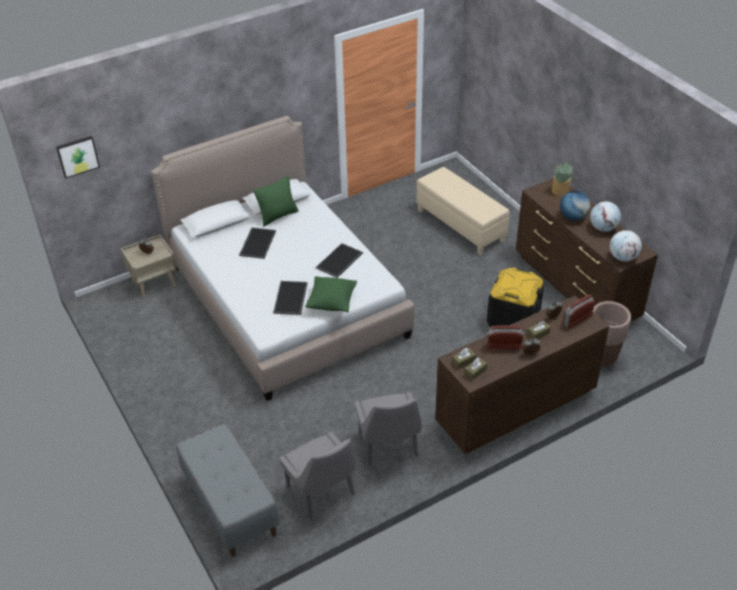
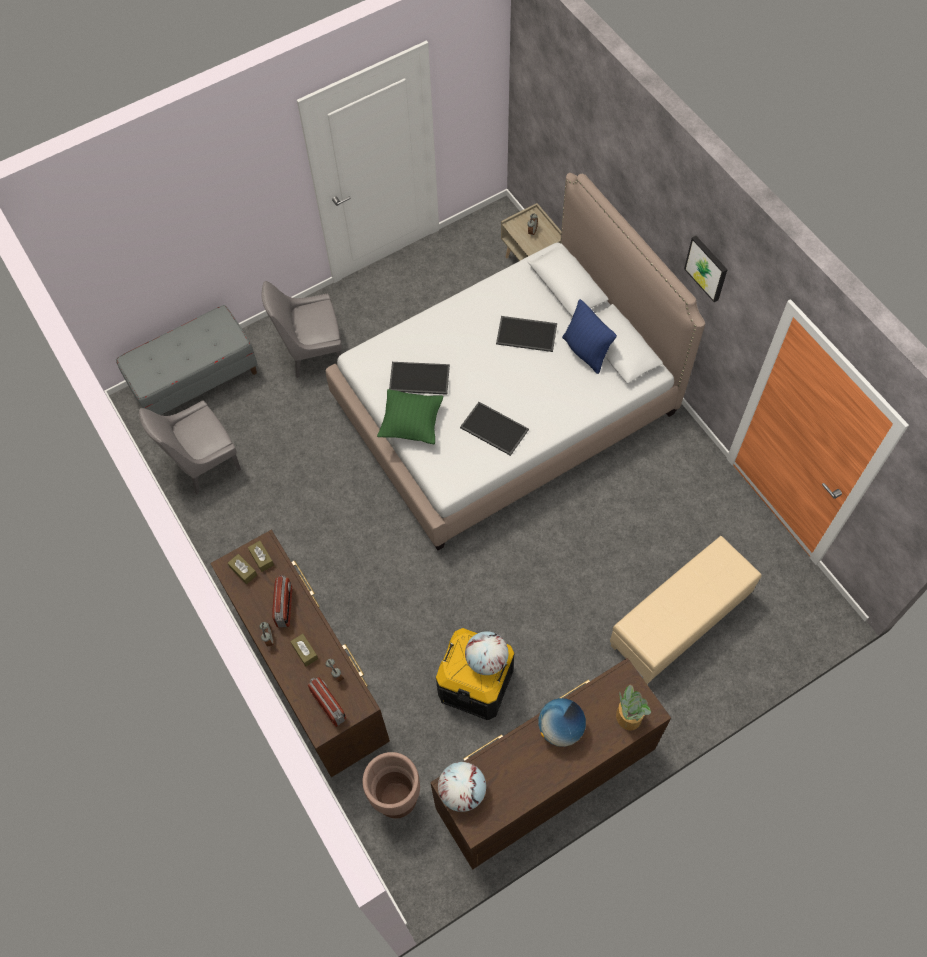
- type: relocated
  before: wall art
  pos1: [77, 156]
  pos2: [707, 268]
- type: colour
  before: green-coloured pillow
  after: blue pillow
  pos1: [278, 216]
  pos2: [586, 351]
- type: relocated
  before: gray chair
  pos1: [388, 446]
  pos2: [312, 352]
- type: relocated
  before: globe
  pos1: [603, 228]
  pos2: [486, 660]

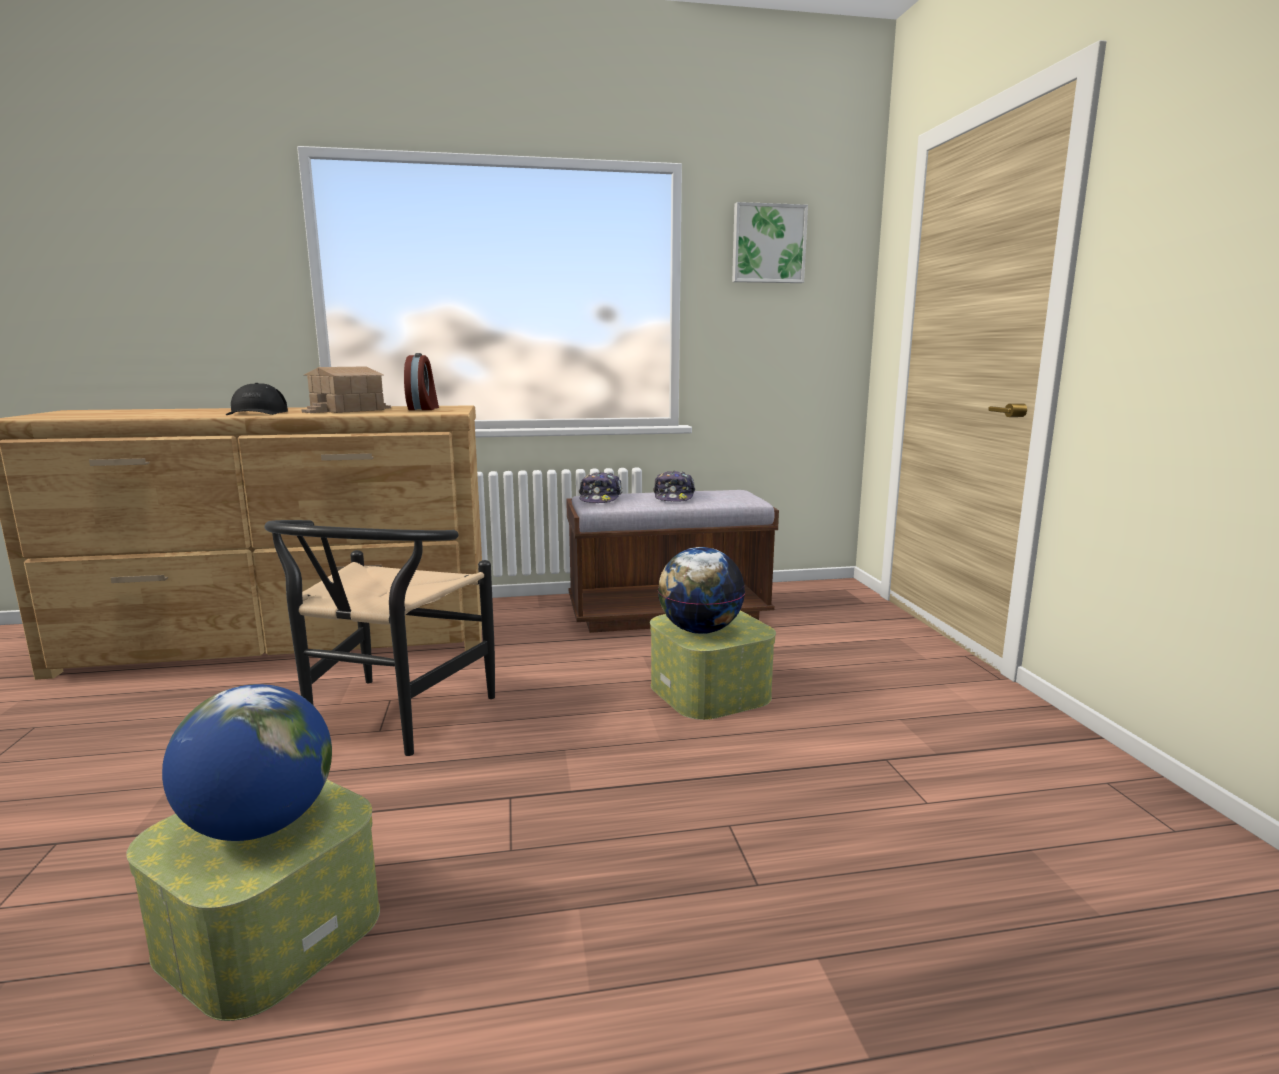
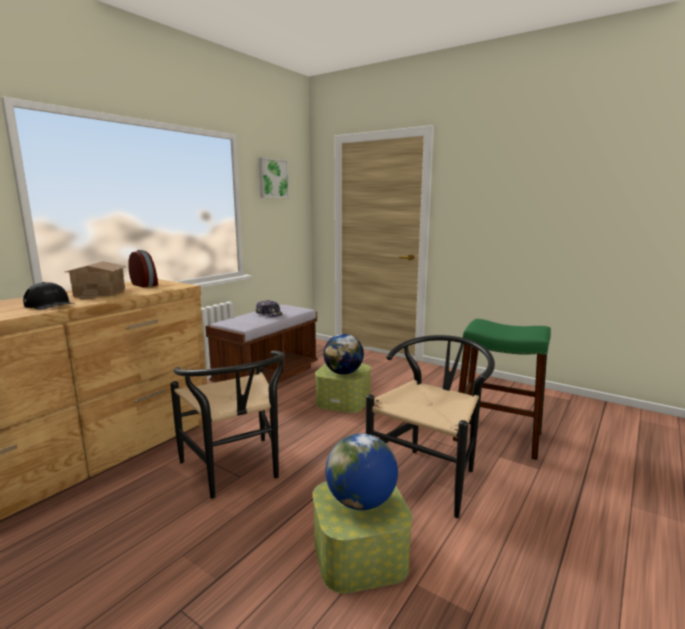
- type: missing
  before: baseball cap
  pos1: [600, 499]
- type: appeared
  after: blackish chair
  pos2: [430, 474]
- type: appeared
  after: green-coloured stool seat
  pos2: [497, 436]

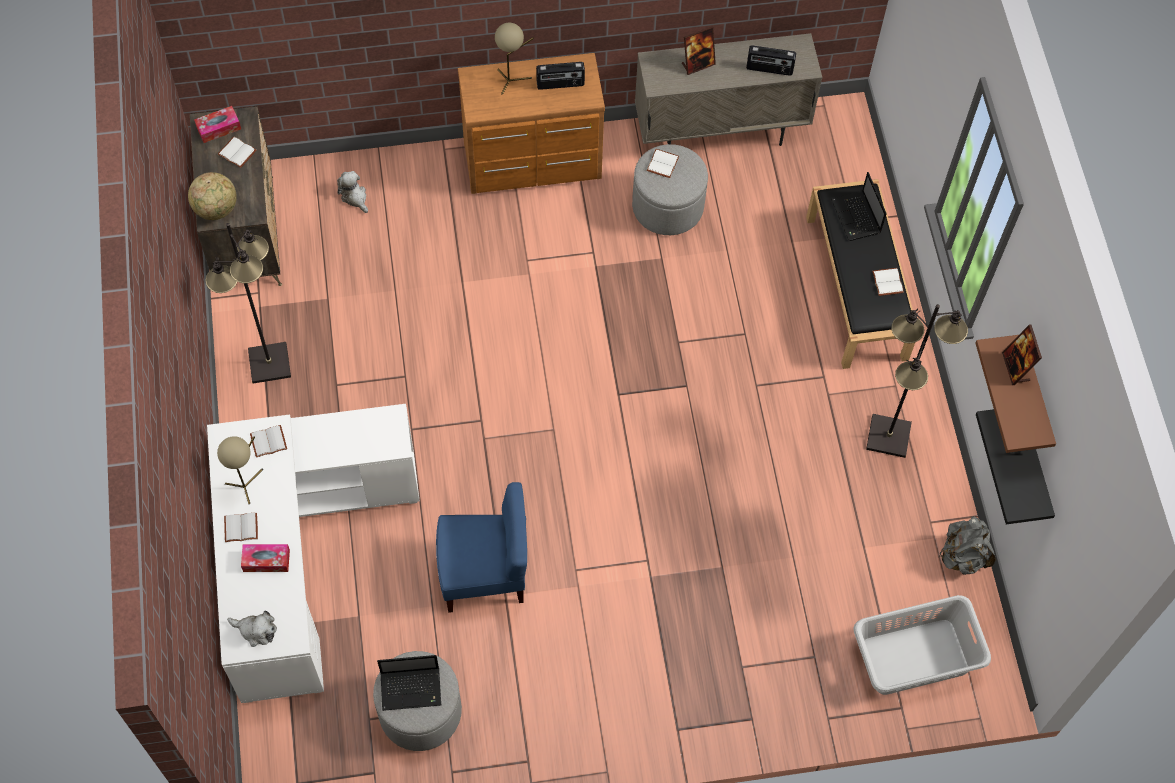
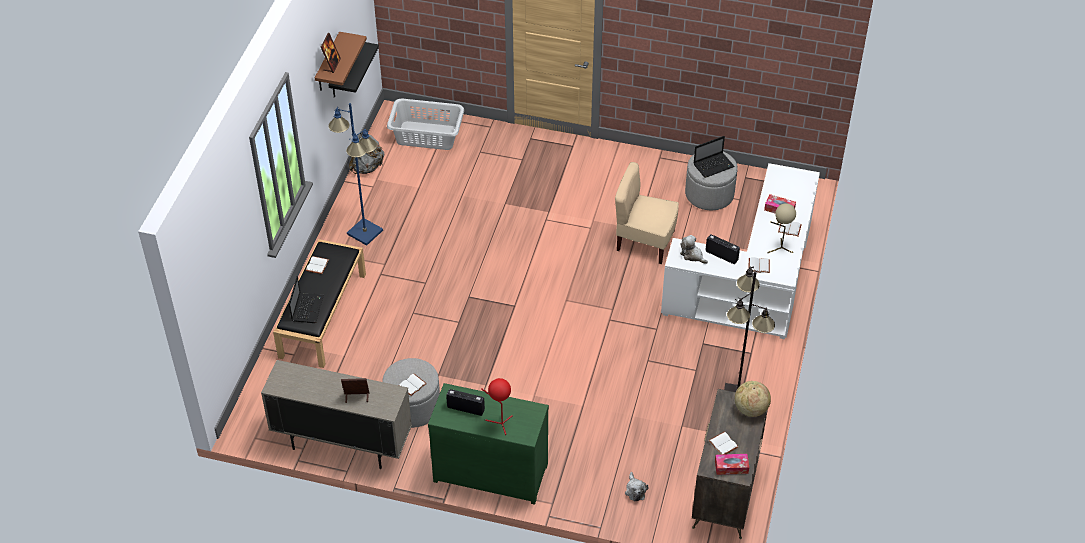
- type: relocated
  before: cuddly toy
  pos1: [256, 630]
  pos2: [692, 255]
- type: spun
  before: laptop
  pos1: [412, 688]
  pos2: [714, 165]
  turn: 135
- type: colour
  before: blue chair
  after: beige chair
  pos1: [484, 574]
  pos2: [644, 242]
- type: colour
  before: brownish dresser
  after: green-coloured dresser
  pos1: [534, 163]
  pos2: [490, 470]
- type: colour
  before: beige table lamp
  after: red table lamp
  pos1: [511, 80]
  pos2: [499, 423]
- type: relocated
  before: radio receiver
  pos1: [769, 69]
  pos2: [721, 255]
- type: colour
  before: blackish floor lamp
  after: blue floor lamp
  pos1: [889, 437]
  pos2: [365, 232]

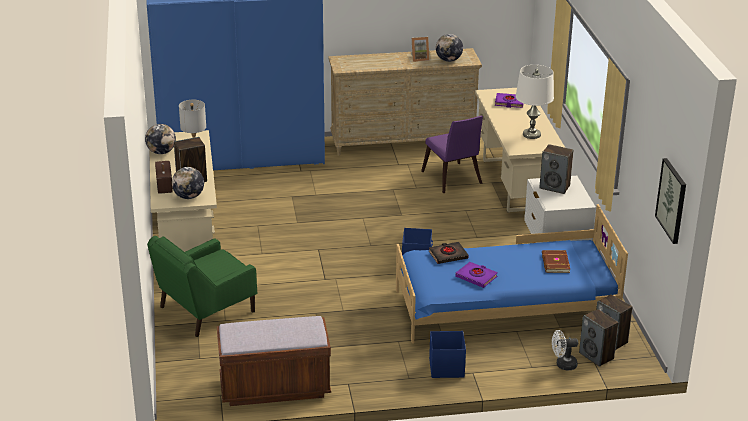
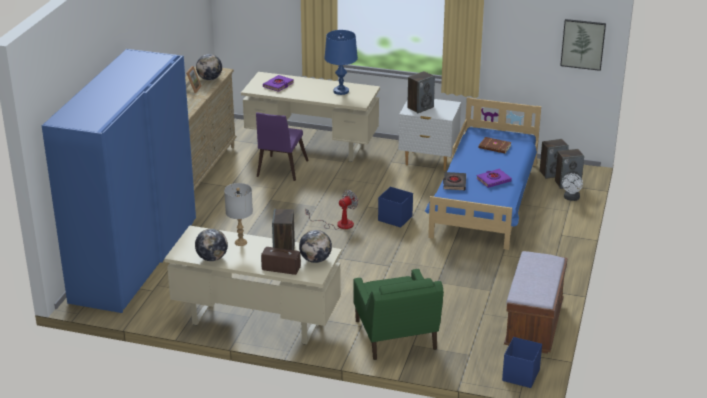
- type: spun
  before: purplish chair
  pos1: [452, 180]
  pos2: [280, 170]
  turn: 105
- type: relocated
  before: blue storage box
  pos1: [446, 368]
  pos2: [520, 375]
- type: colour
  before: whitish table lamp
  after: blue table lamp
  pos1: [531, 134]
  pos2: [341, 91]
- type: appeared
  after: electric fan
  pos2: [339, 224]

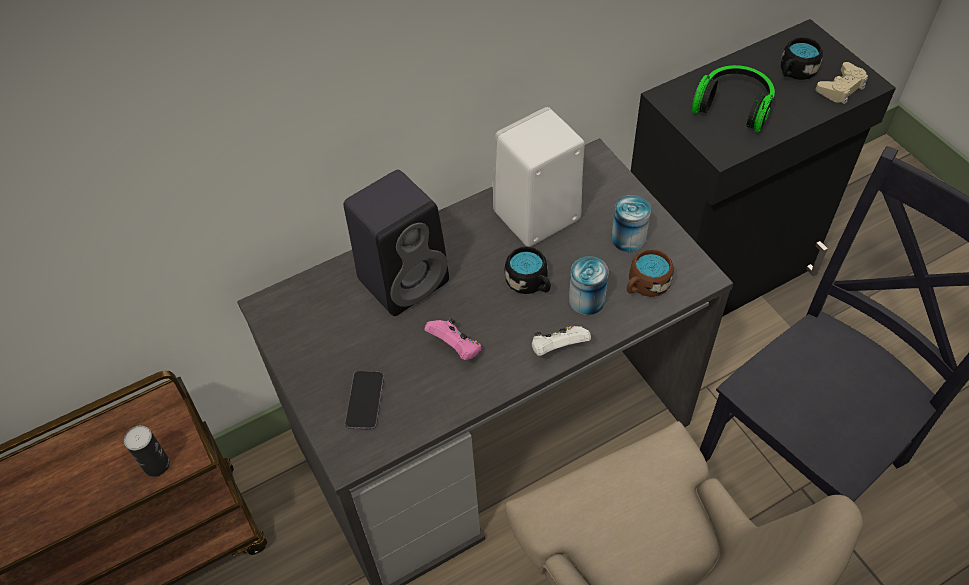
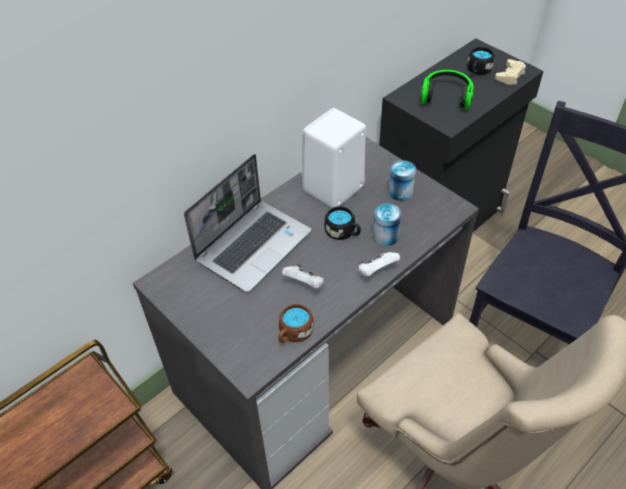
- type: missing
  before: sealed can
  pos1: [156, 465]
- type: exchanged
  before: blackish audio speaker
  after: laptop
  pos1: [405, 278]
  pos2: [253, 245]
- type: missing
  before: handset
  pos1: [365, 401]
- type: colour
  before: pinkish game controller
  after: whitish game controller
  pos1: [456, 348]
  pos2: [305, 284]
- type: relocated
  before: brownish coffee mug
  pos1: [645, 286]
  pos2: [293, 333]

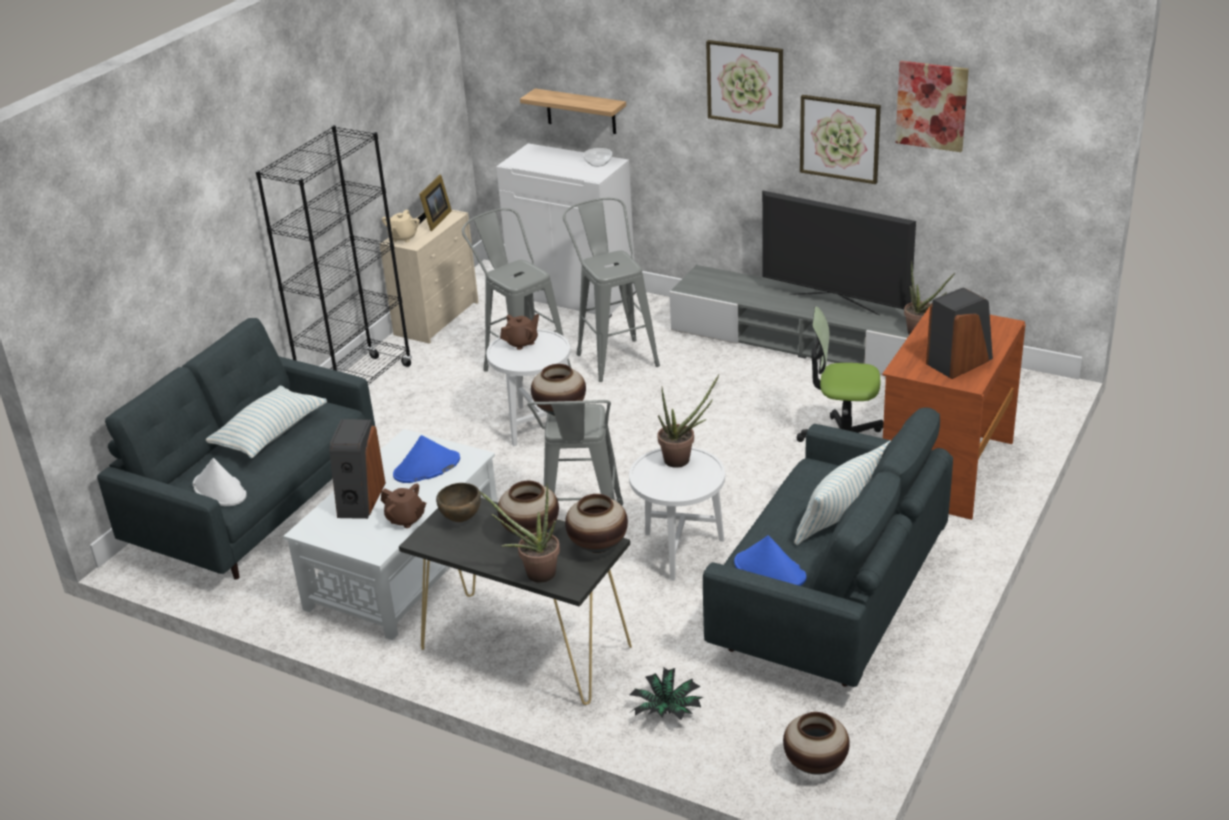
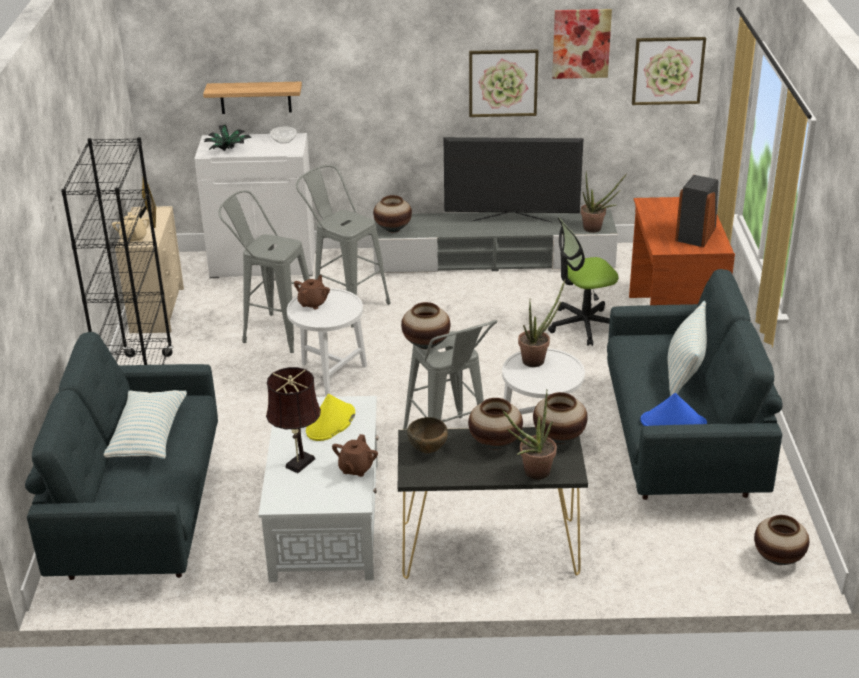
- type: missing
  before: whitish hat
  pos1: [220, 490]
- type: exchanged
  before: audio speaker
  after: brownish table lamp
  pos1: [360, 499]
  pos2: [298, 464]
- type: spun
  before: brownish pot for tea
  pos1: [406, 519]
  pos2: [355, 468]
  turn: 105
- type: colour
  before: blue hat
  after: yellow-coloured hat
  pos1: [426, 468]
  pos2: [330, 423]
- type: relocated
  before: potted plant
  pos1: [667, 711]
  pos2: [228, 150]
- type: relocated
  before: wall art
  pos1: [745, 83]
  pos2: [668, 70]
- type: appeared
  after: vase
  pos2: [393, 229]

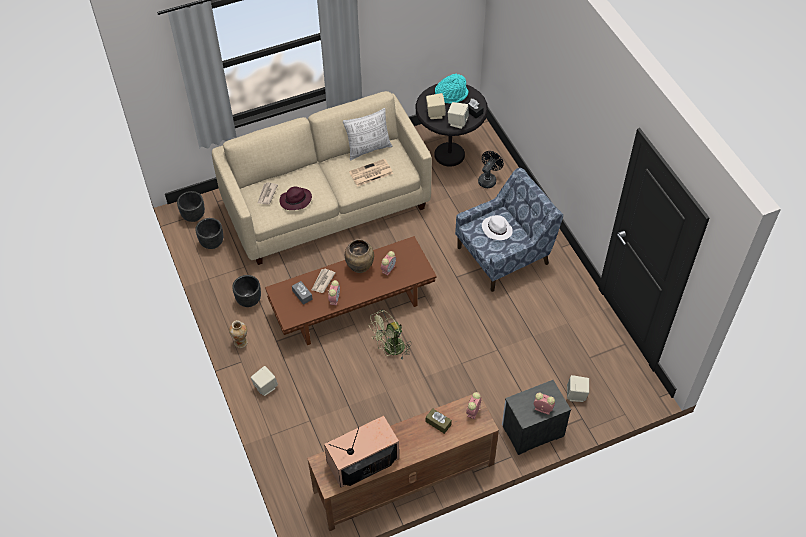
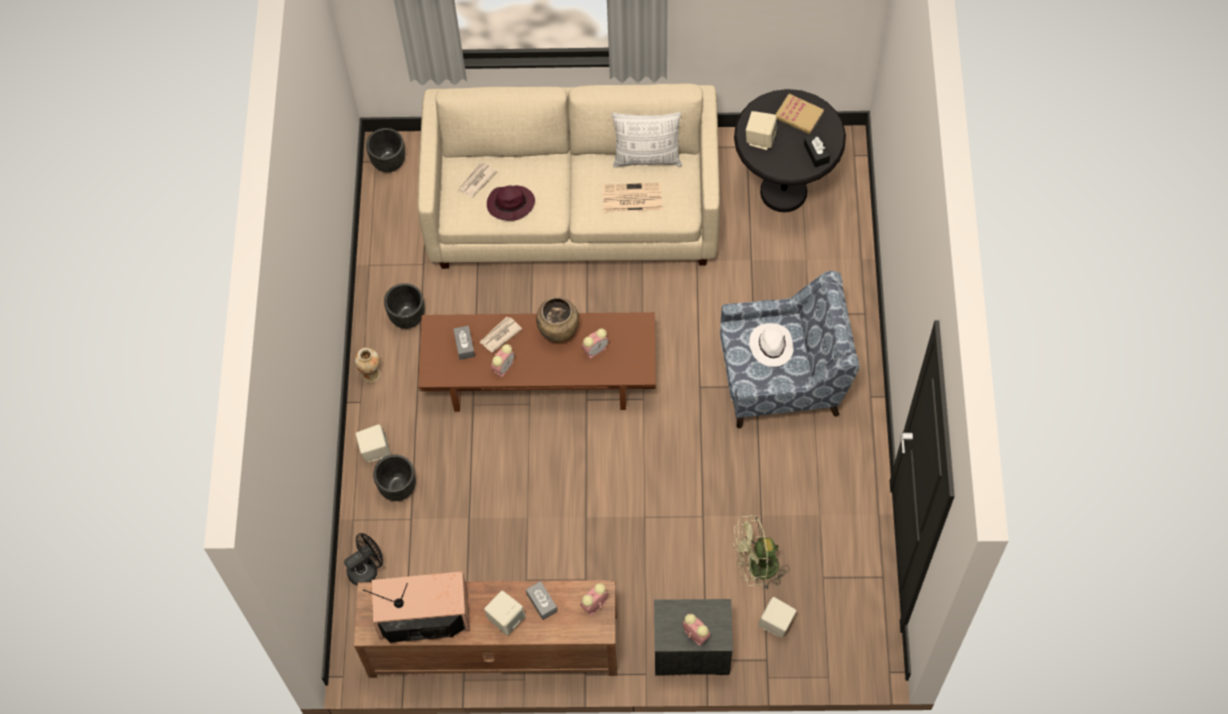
- type: relocated
  before: blackish plant pot
  pos1: [212, 243]
  pos2: [398, 487]
- type: relocated
  before: green-coloured electric fan
  pos1: [390, 349]
  pos2: [756, 568]
- type: colour
  before: brownish box of tissues
  after: gray box of tissues
  pos1: [438, 423]
  pos2: [542, 602]
- type: exchanged
  before: turquoise hat
  after: bound book
  pos1: [451, 94]
  pos2: [799, 115]
- type: relocated
  before: beige audio speaker
  pos1: [457, 122]
  pos2: [506, 619]
- type: relocated
  before: blackish electric fan
  pos1: [488, 179]
  pos2: [366, 568]

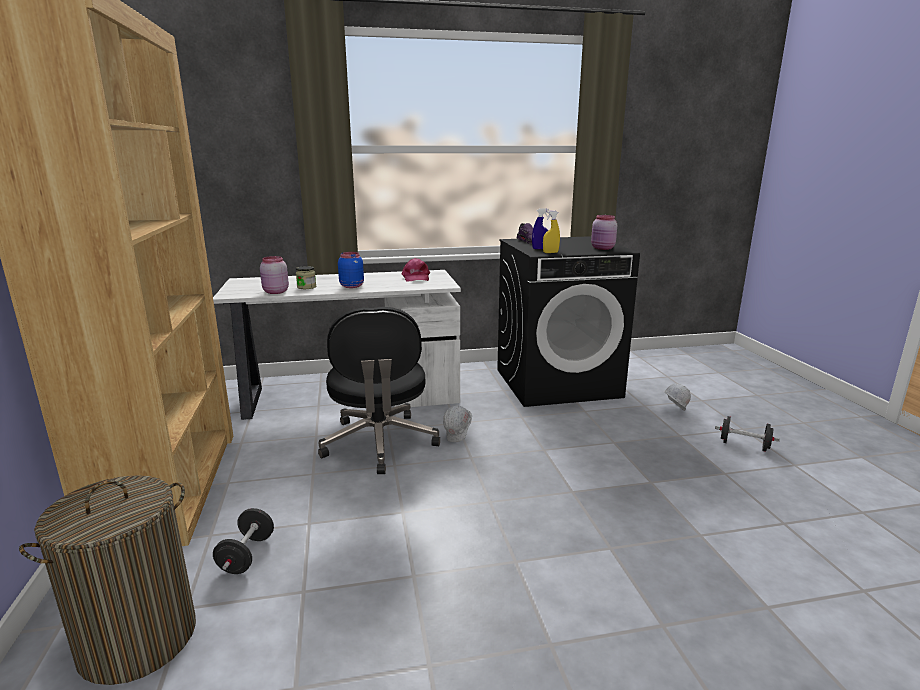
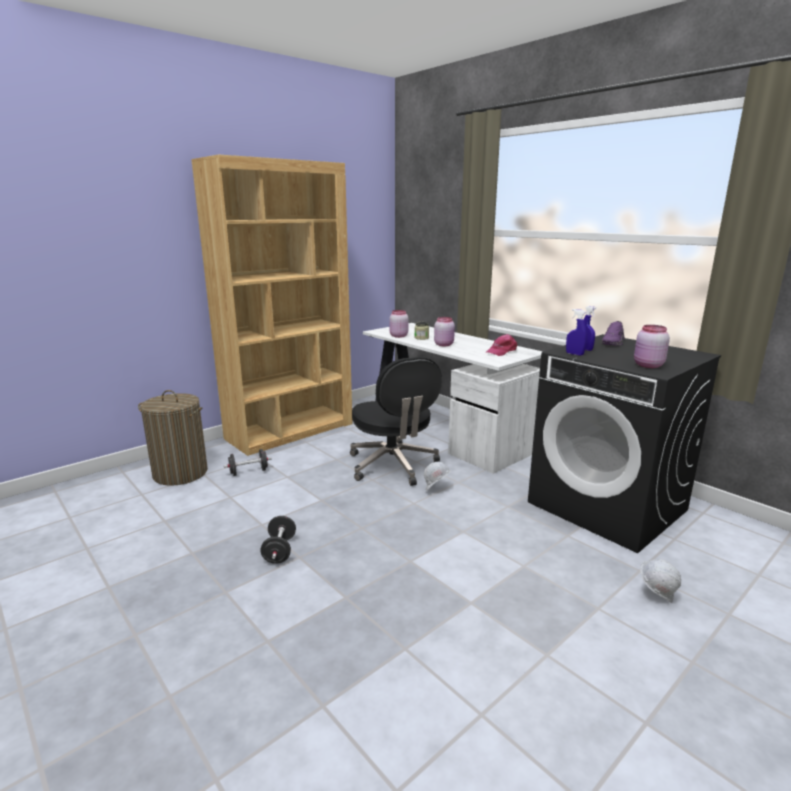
- type: spun
  before: blackish desk chair
  pos1: [379, 443]
  pos2: [393, 465]
  turn: -75
- type: colour
  before: blue preserve jar
  after: pinkish preserve jar
  pos1: [351, 286]
  pos2: [444, 344]
- type: colour
  before: yellow-coloured sprayer
  after: blue sprayer
  pos1: [550, 252]
  pos2: [574, 354]
- type: relocated
  before: blackish free weight
  pos1: [744, 445]
  pos2: [279, 551]

